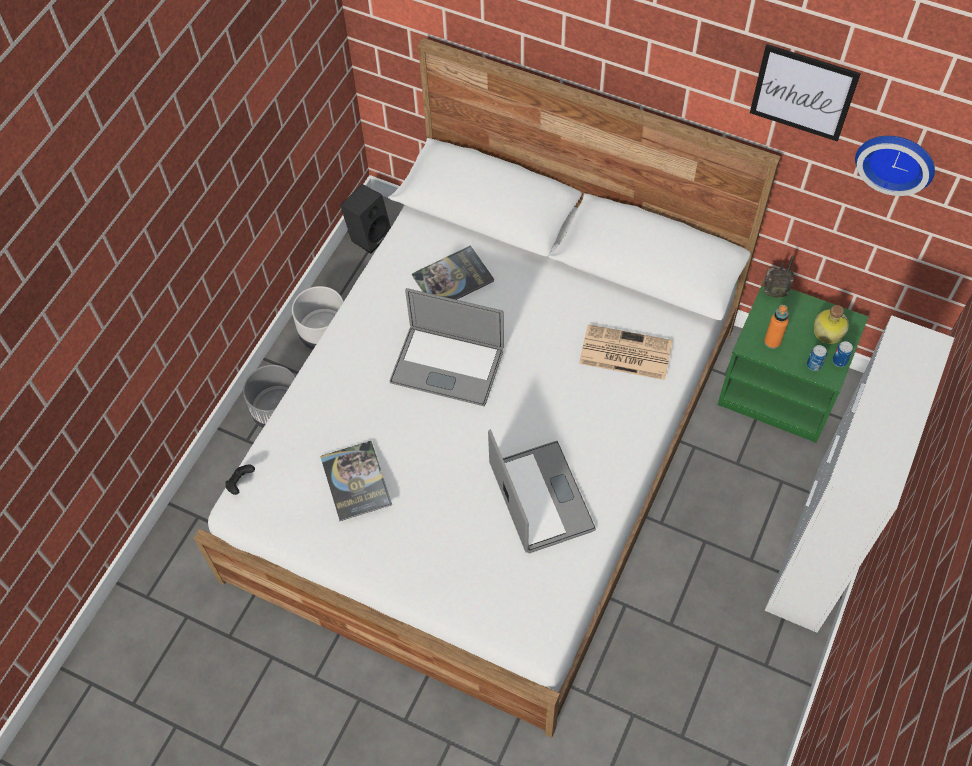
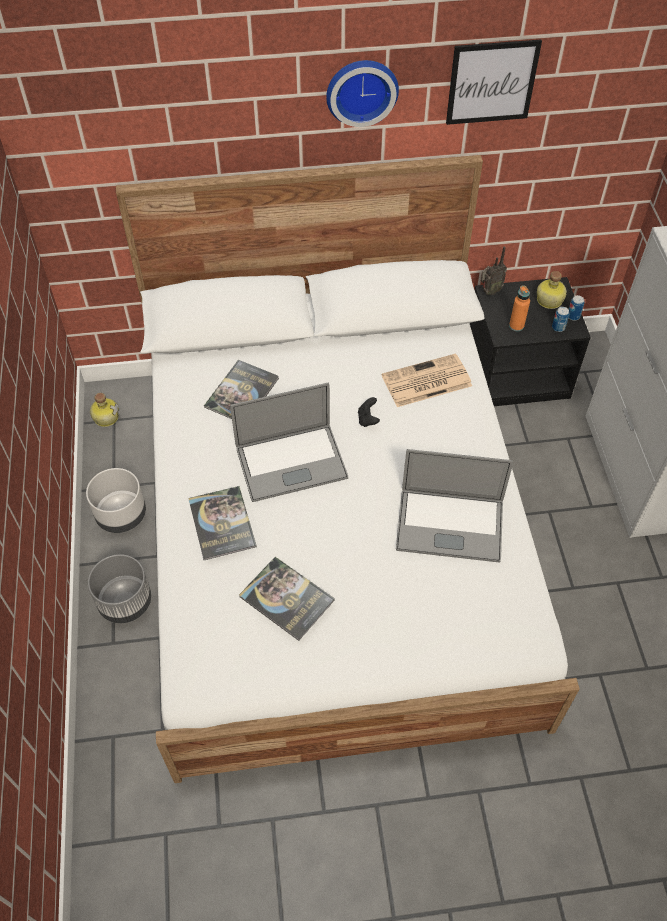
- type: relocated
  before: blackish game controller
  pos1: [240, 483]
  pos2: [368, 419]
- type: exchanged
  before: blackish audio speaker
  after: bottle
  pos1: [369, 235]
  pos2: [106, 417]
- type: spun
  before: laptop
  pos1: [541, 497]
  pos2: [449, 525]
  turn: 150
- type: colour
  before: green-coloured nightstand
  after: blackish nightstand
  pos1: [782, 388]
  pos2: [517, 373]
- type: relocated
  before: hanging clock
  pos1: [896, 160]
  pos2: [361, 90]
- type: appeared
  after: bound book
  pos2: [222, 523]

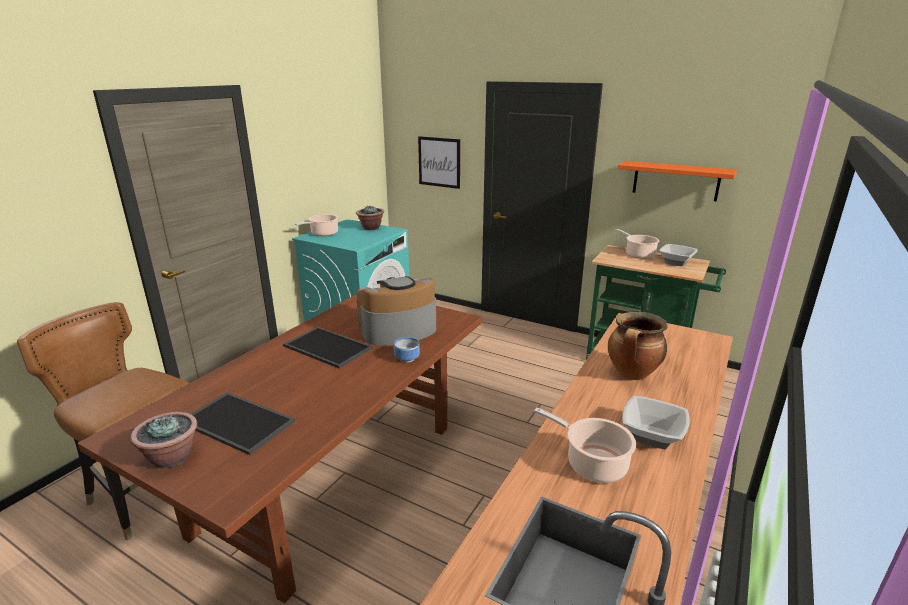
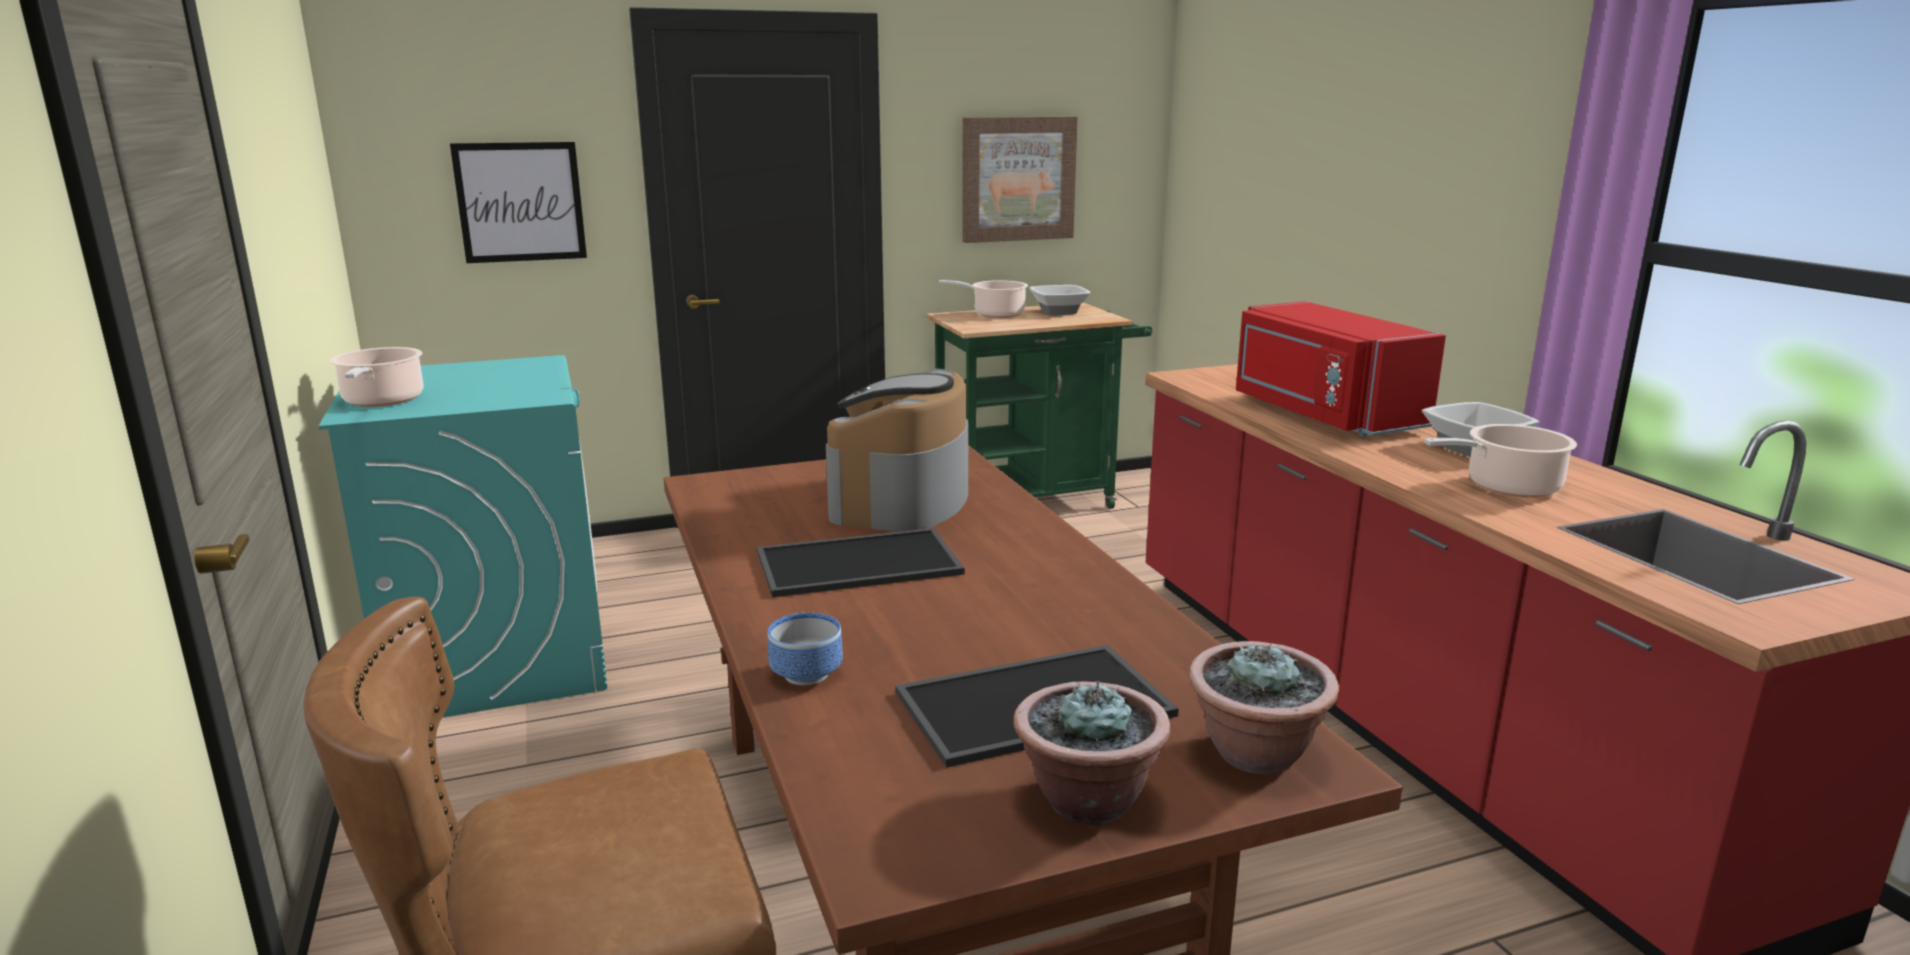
- type: relocated
  before: potted plant
  pos1: [371, 228]
  pos2: [1255, 754]
- type: relocated
  before: deep dish
  pos1: [407, 358]
  pos2: [805, 673]
- type: exchanged
  before: saucepot
  after: red microwave
  pos1: [632, 374]
  pos2: [1322, 414]
- type: exchanged
  before: orange-coloured wall shelf
  after: wall art
  pos1: [675, 180]
  pos2: [1017, 179]

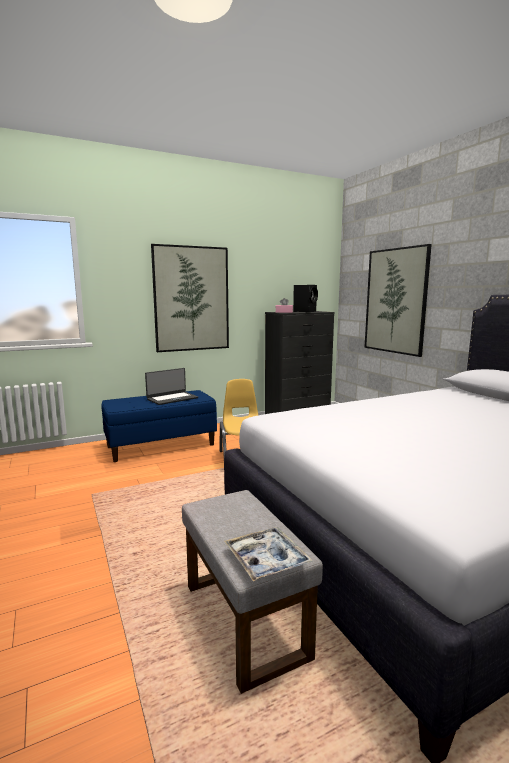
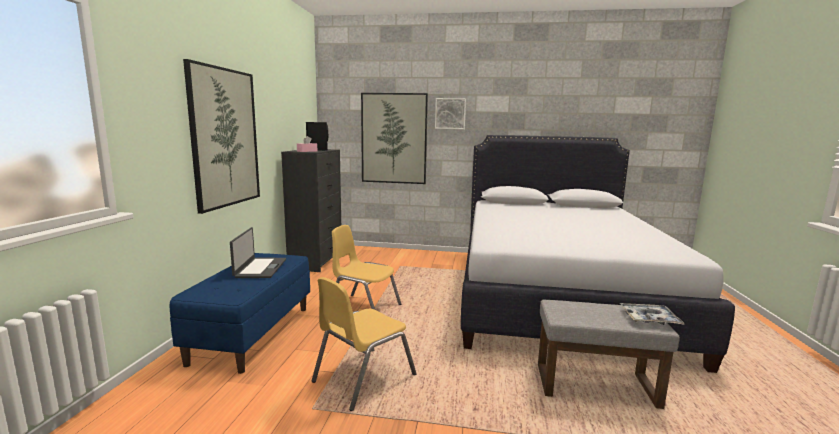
- type: appeared
  after: yellow-coloured chair
  pos2: [363, 378]
- type: appeared
  after: wall art
  pos2: [450, 113]

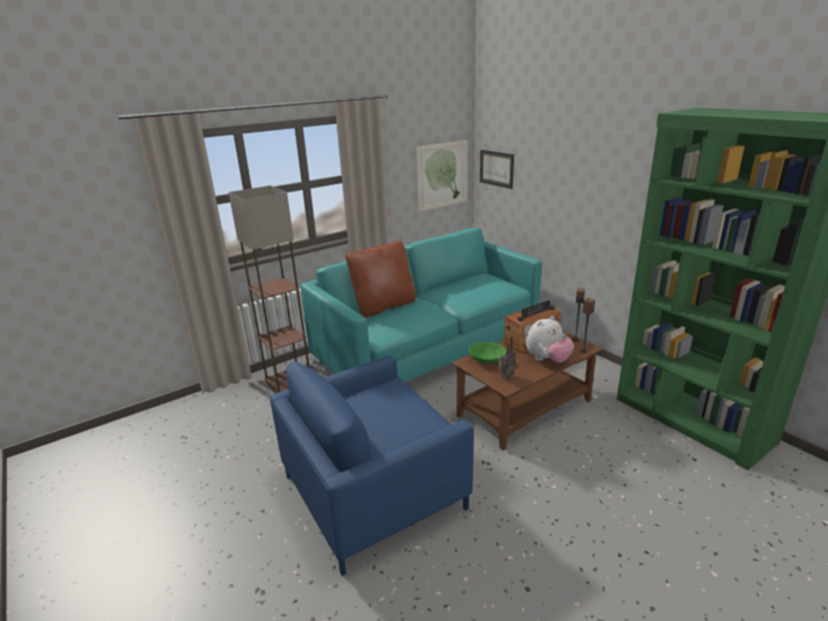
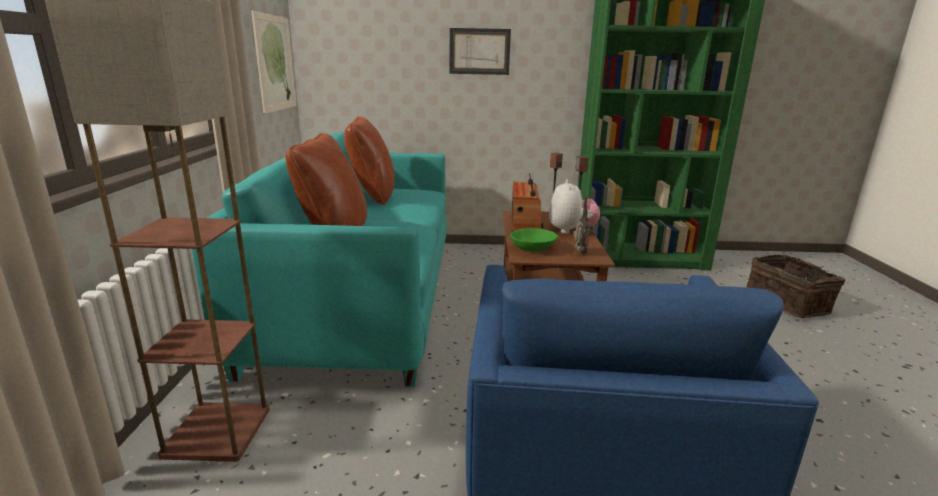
- type: relocated
  before: wall art
  pos1: [496, 168]
  pos2: [479, 51]
- type: appeared
  after: brownish pillow
  pos2: [372, 196]
- type: appeared
  after: storage basket
  pos2: [788, 303]

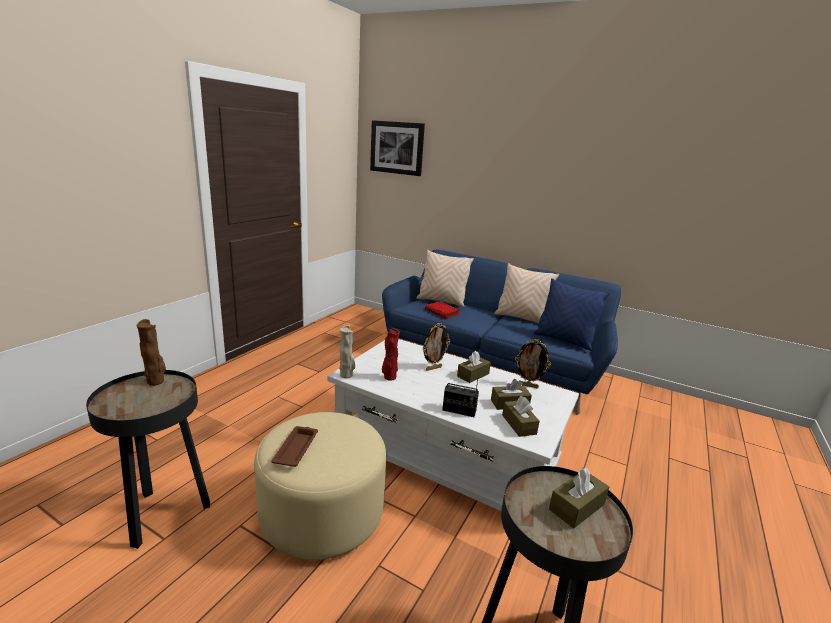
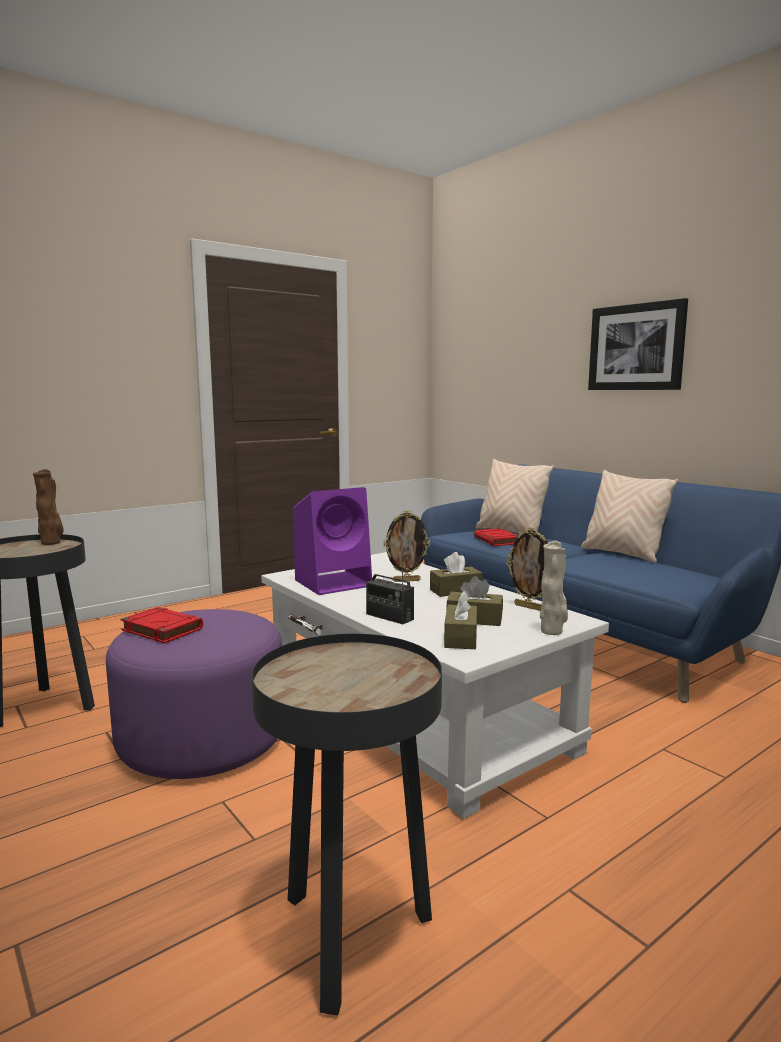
- type: colour
  before: beige pouffe
  after: purplish pouffe
  pos1: [322, 513]
  pos2: [202, 739]
- type: exchanged
  before: brownish serving tray
  after: red bound book
  pos1: [296, 448]
  pos2: [161, 630]
- type: relocated
  before: beige vase
  pos1: [347, 375]
  pos2: [552, 632]
- type: relocated
  before: wall art
  pos1: [397, 148]
  pos2: [636, 347]
- type: exchanged
  before: red vase
  after: purplish audio speaker
  pos1: [389, 377]
  pos2: [334, 583]
- type: missing
  before: blue pillow
  pos1: [564, 340]
- type: missing
  before: brownish box of tissues
  pos1: [576, 507]

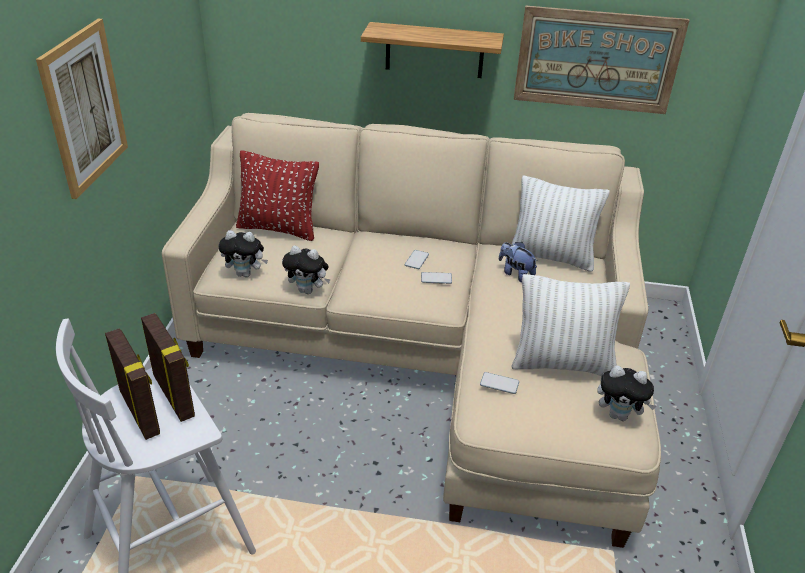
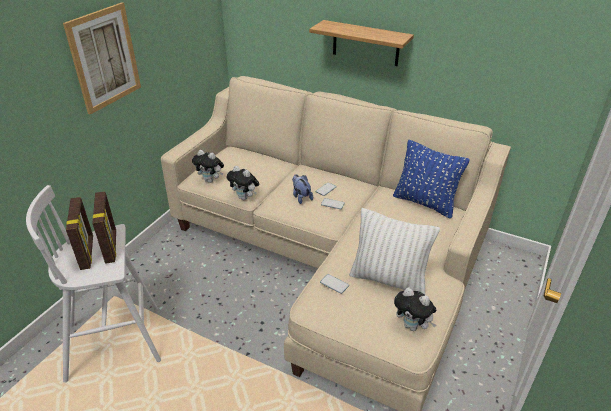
- type: missing
  before: red pillow
  pos1: [278, 228]
- type: relocated
  before: cuddly toy
  pos1: [515, 273]
  pos2: [301, 197]
- type: colour
  before: whitish pillow
  after: blue pillow
  pos1: [551, 257]
  pos2: [425, 203]
- type: missing
  before: wall art
  pos1: [597, 60]

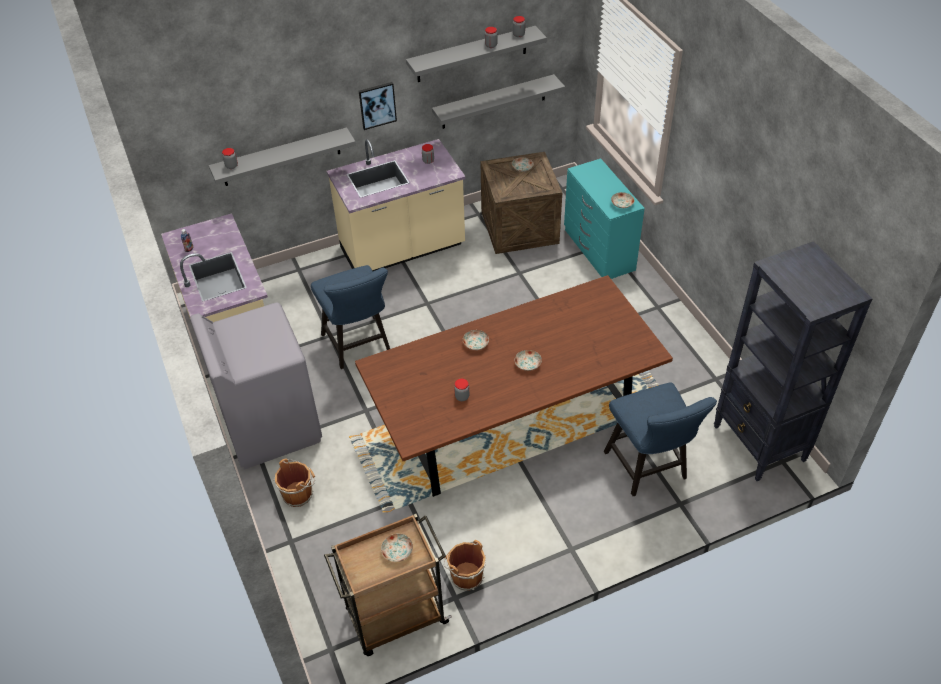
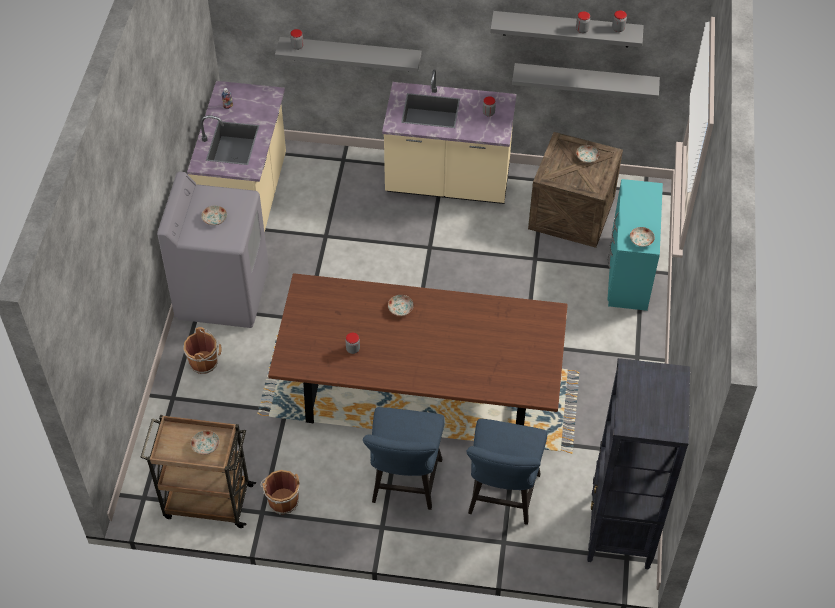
- type: relocated
  before: blue chair
  pos1: [359, 346]
  pos2: [404, 485]
- type: missing
  before: wall art
  pos1: [377, 105]
- type: relocated
  before: flat dish
  pos1: [527, 364]
  pos2: [214, 219]

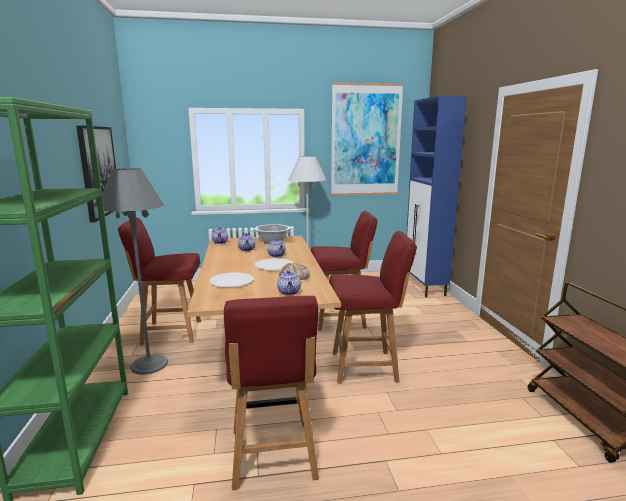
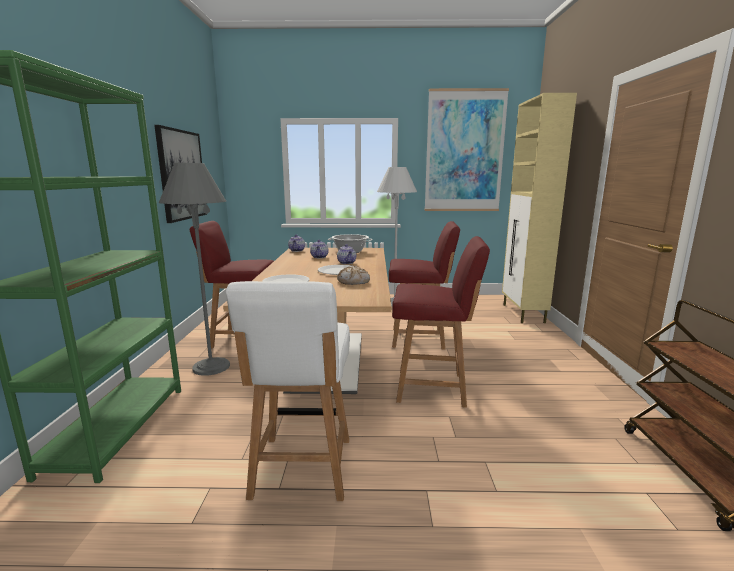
- type: colour
  before: red chair
  after: whitish chair
  pos1: [273, 456]
  pos2: [301, 469]
- type: missing
  before: pot for tea
  pos1: [289, 292]
- type: colour
  before: blue cupboard
  after: beige cupboard
  pos1: [425, 288]
  pos2: [523, 313]

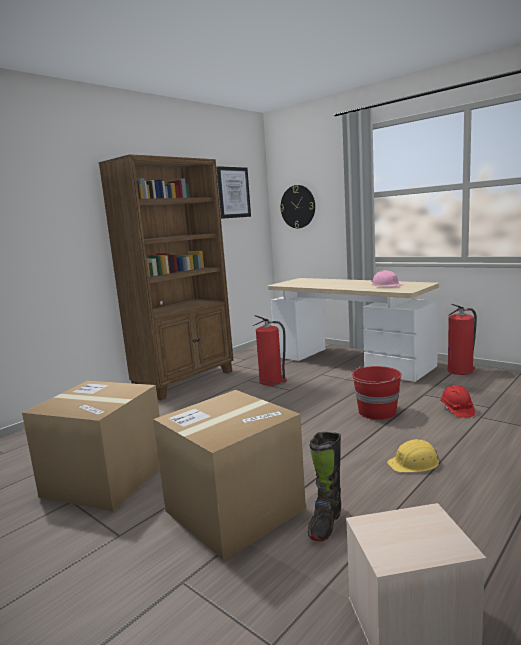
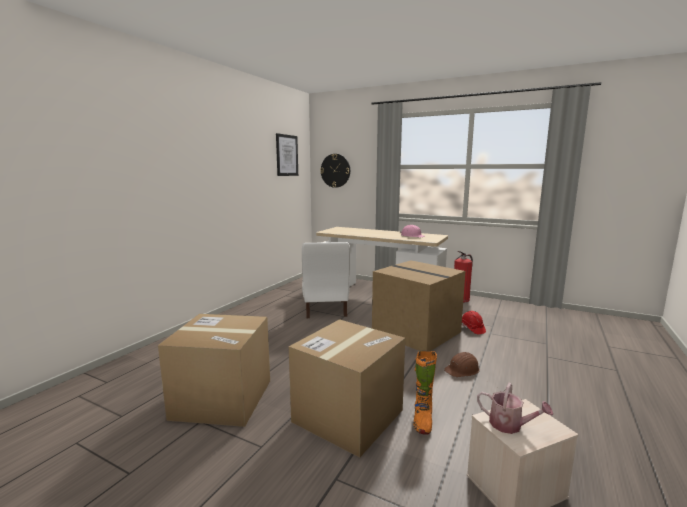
- type: missing
  before: brownish bookshelf
  pos1: [185, 381]
- type: exchanged
  before: fire extinguisher
  after: whitish chair
  pos1: [271, 381]
  pos2: [325, 309]
- type: colour
  before: blackish tall boot
  after: orange-coloured tall boot
  pos1: [325, 524]
  pos2: [422, 420]
- type: exchanged
  before: red bucket
  after: cardboard box
  pos1: [376, 412]
  pos2: [417, 332]
- type: colour
  before: yellow-coloured work helmet
  after: brownish work helmet
  pos1: [414, 463]
  pos2: [462, 370]
- type: appeared
  after: watering can
  pos2: [510, 425]

